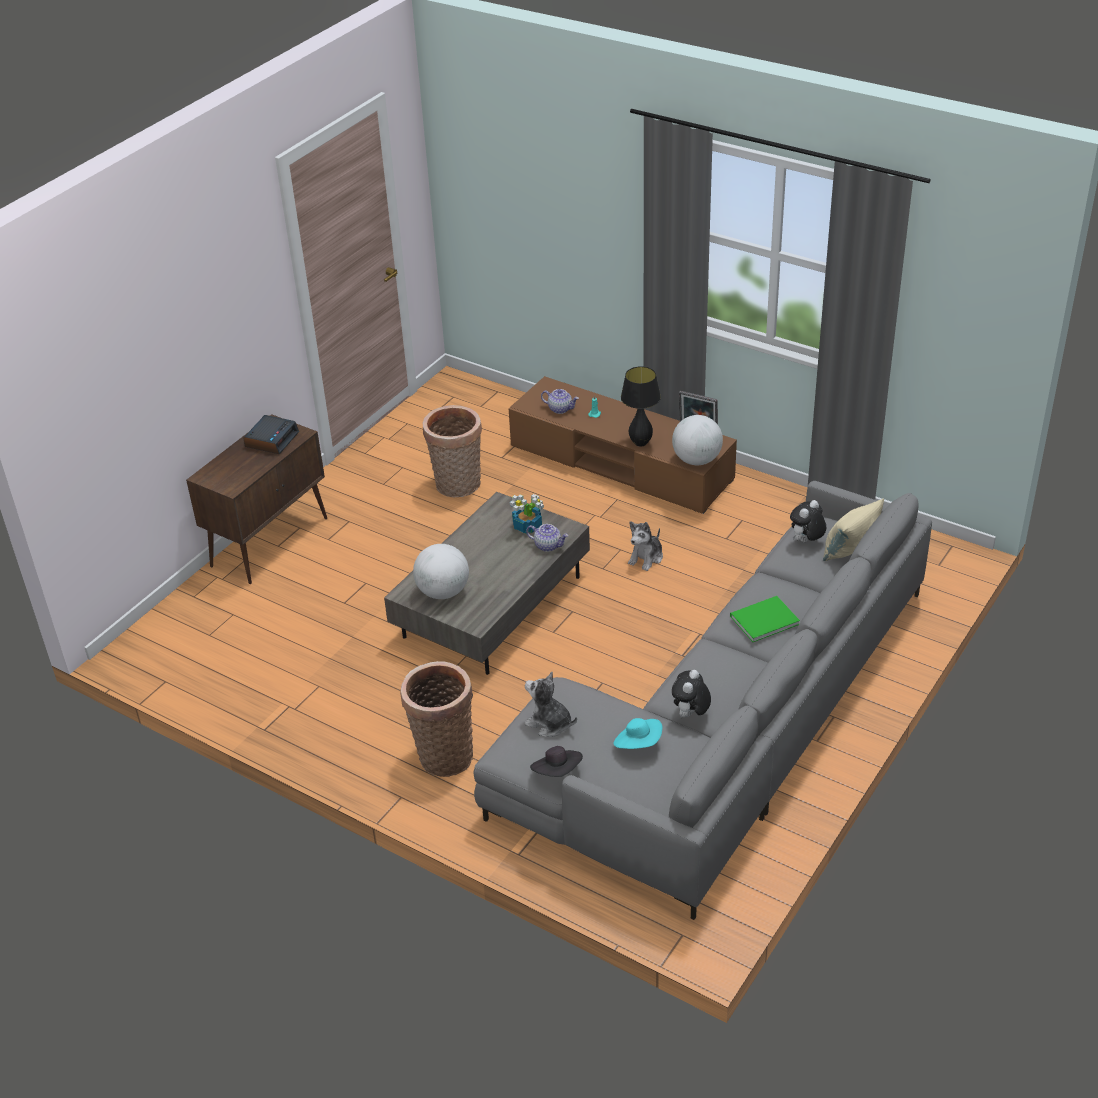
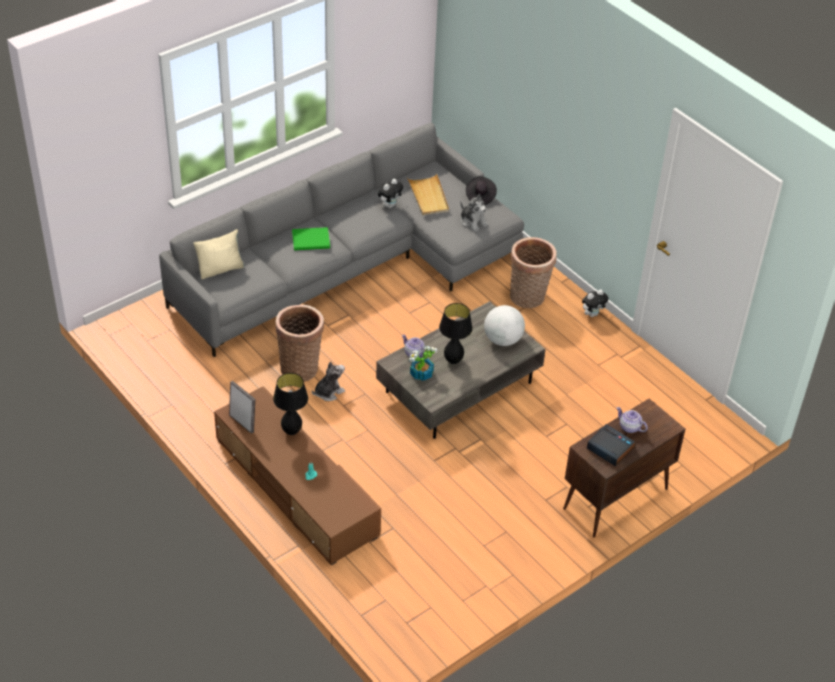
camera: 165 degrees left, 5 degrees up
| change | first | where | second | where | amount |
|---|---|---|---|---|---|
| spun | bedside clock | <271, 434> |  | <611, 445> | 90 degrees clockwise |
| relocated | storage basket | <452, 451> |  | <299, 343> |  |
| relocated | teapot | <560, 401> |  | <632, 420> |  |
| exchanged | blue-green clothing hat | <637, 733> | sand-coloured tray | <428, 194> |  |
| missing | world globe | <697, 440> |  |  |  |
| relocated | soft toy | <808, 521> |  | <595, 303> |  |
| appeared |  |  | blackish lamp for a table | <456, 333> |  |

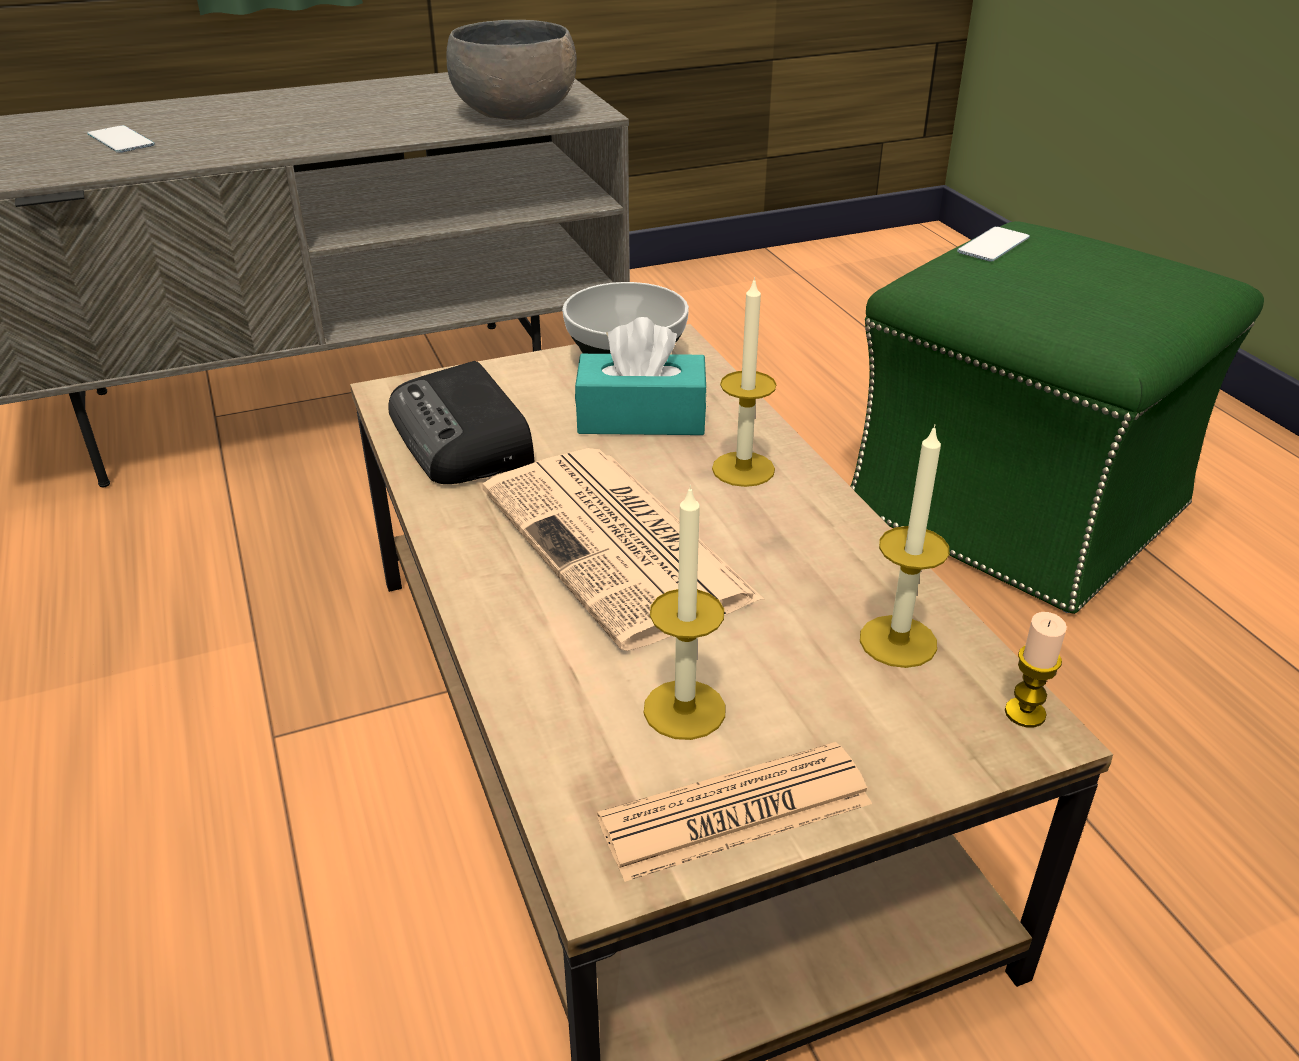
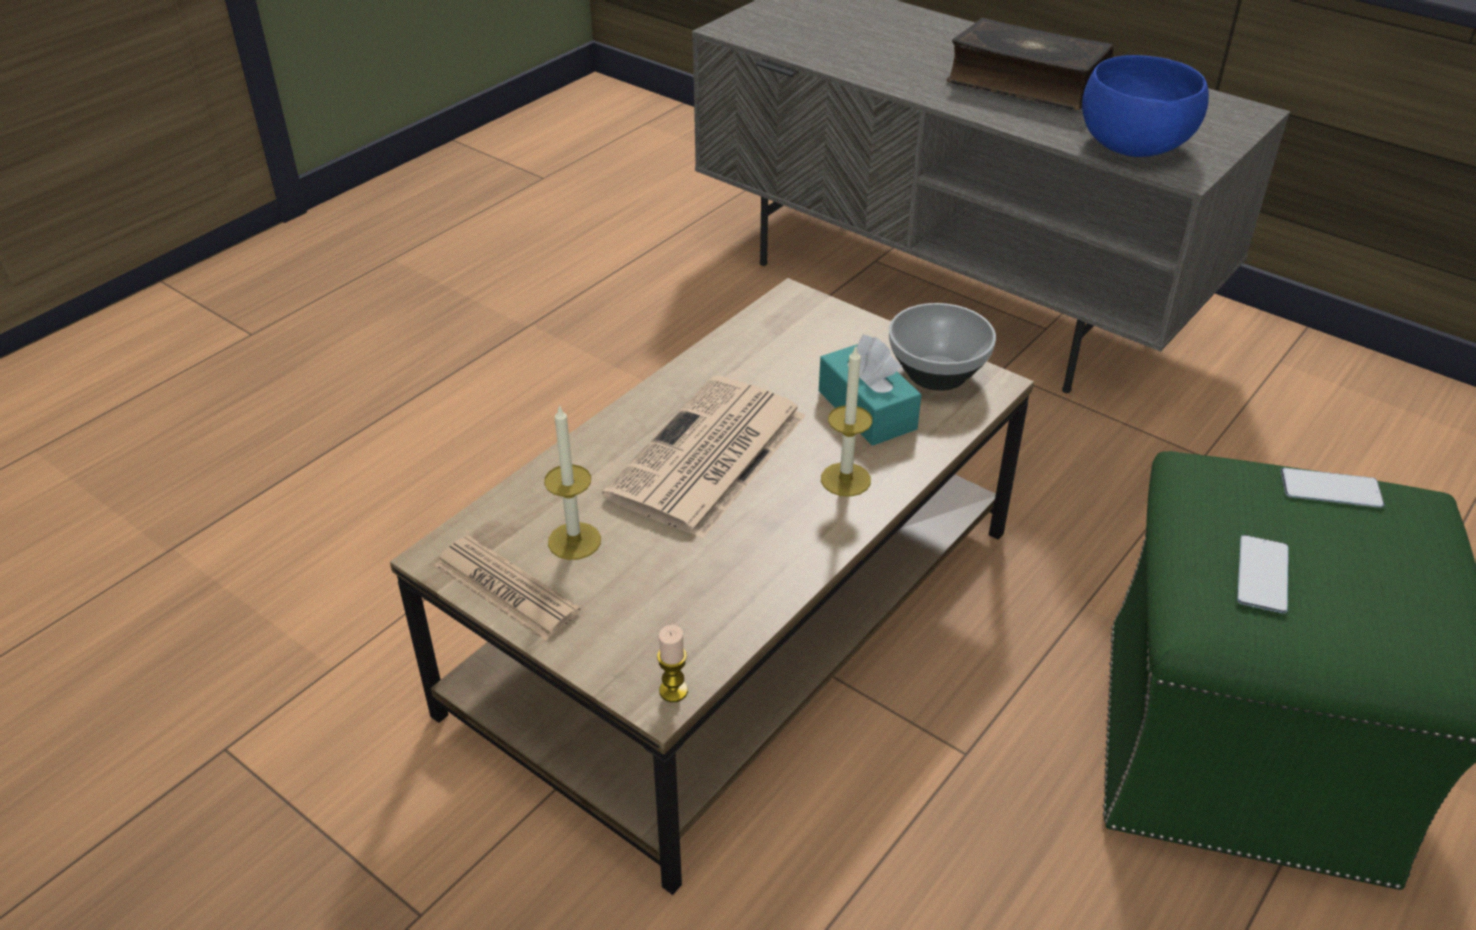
camera: 60 degrees right, 5 degrees up
| change | first | where | second | where | amount |
|---|---|---|---|---|---|
| relocated | handset | <121, 139> |  | <1263, 574> |  |
| missing | radio | <461, 422> |  |  |  |
| colour | gray serving bowl | <512, 70> | bluish serving bowl | <1145, 106> |  |
| missing | candle | <904, 546> |  |  |  |
| appeared |  |  | book | <1030, 64> |  |

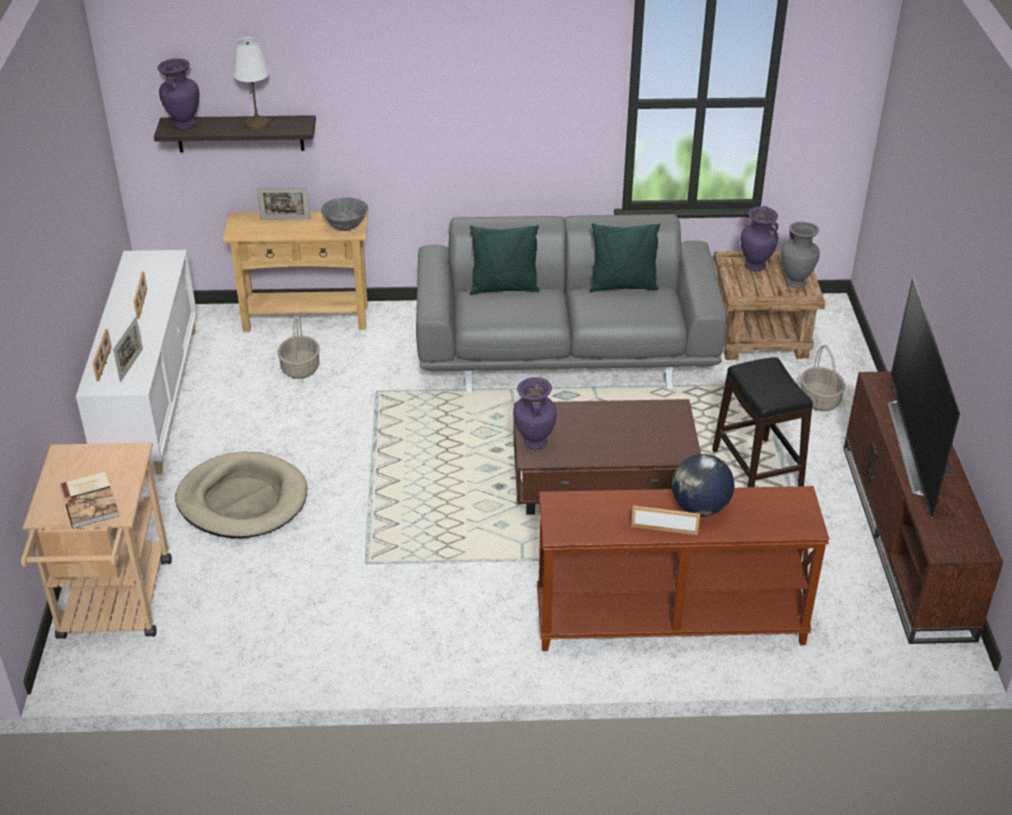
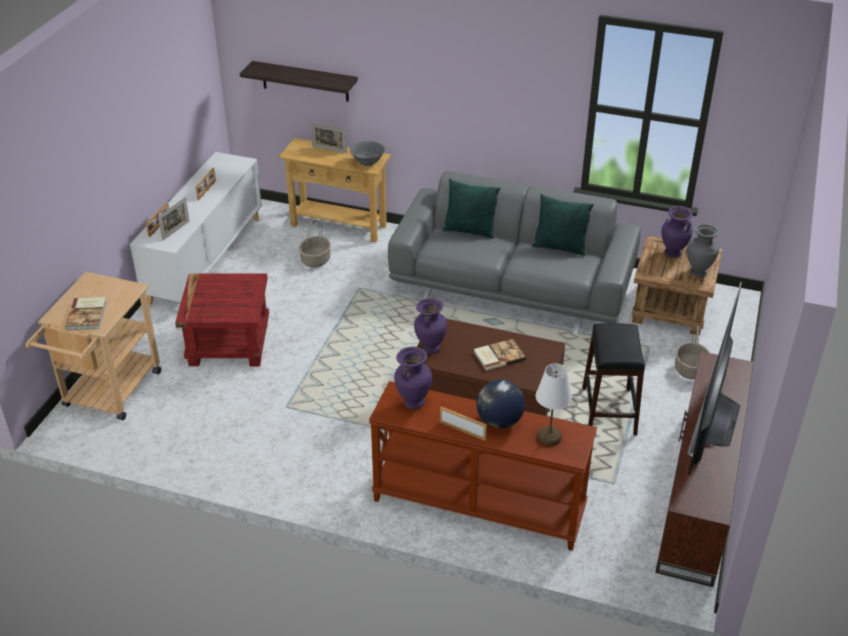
camera: 20 degrees right, 0 degrees up
| change | first | where | second | where | amount |
|---|---|---|---|---|---|
| relocated | purple flower vase | <178, 94> |  | <413, 377> |  |
| exchanged | sand-coloured pet bed | <241, 494> | reddish side table | <222, 319> |  |
| relocated | white lamp for a table | <251, 84> |  | <554, 405> |  |
| appeared |  |  | book | <500, 355> |  |

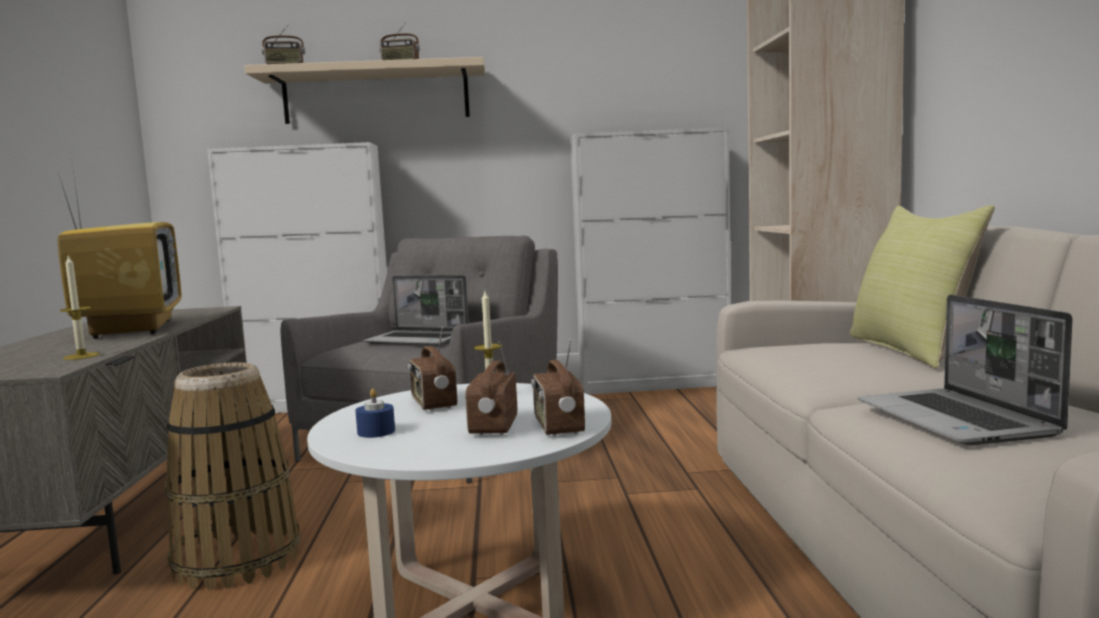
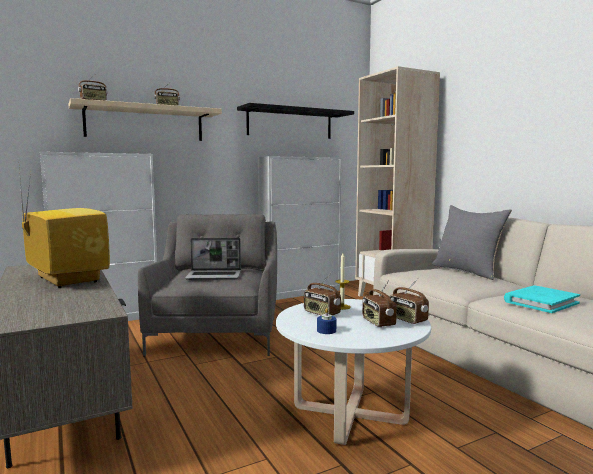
camera: 25 degrees left, 0 degrees up
| change | first | where | second | where | amount |
|---|---|---|---|---|---|
| missing | candle | <80, 307> |  |  |  |
| missing | storage basket | <232, 476> |  |  |  |
| colour | yellow cushion | <922, 287> | gray cushion | <472, 242> |  |
| exchanged | laptop | <965, 370> | blue-green book | <542, 299> |  |
| appeared |  |  | blackish wall shelf | <295, 121> |  |

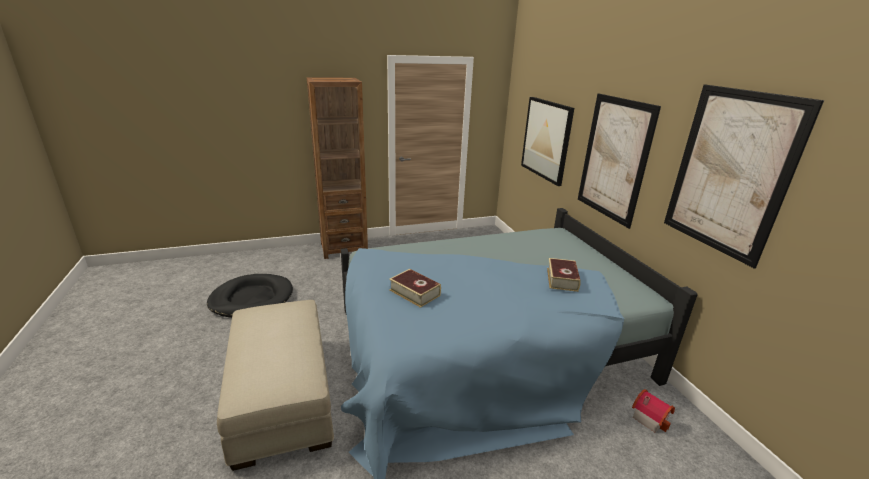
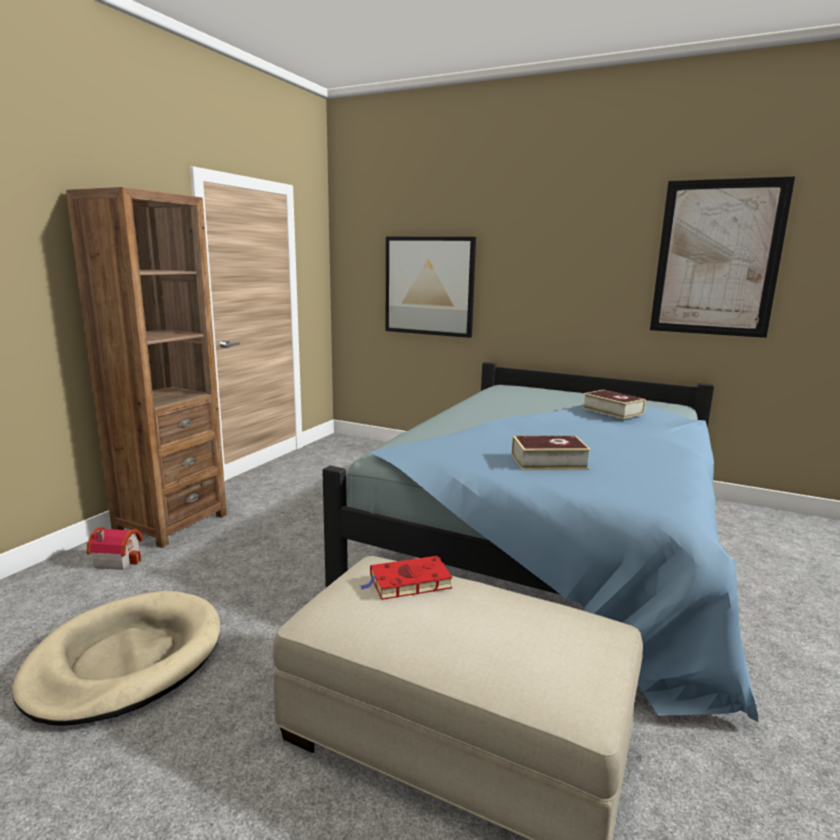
camera: 45 degrees left, 10 degrees down
| change | first | where | second | where | amount |
|---|---|---|---|---|---|
| colour | blackish pet bed | <250, 296> | sand-coloured pet bed | <116, 658> |  |
| missing | wall art | <619, 161> |  |  |  |
| relocated | model house | <653, 411> |  | <115, 548> |  |
| appeared |  |  | reddish book | <406, 578> |  |

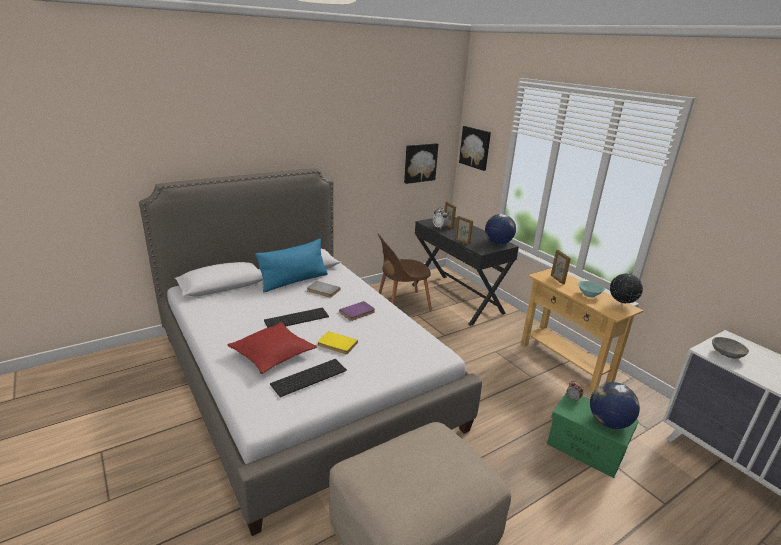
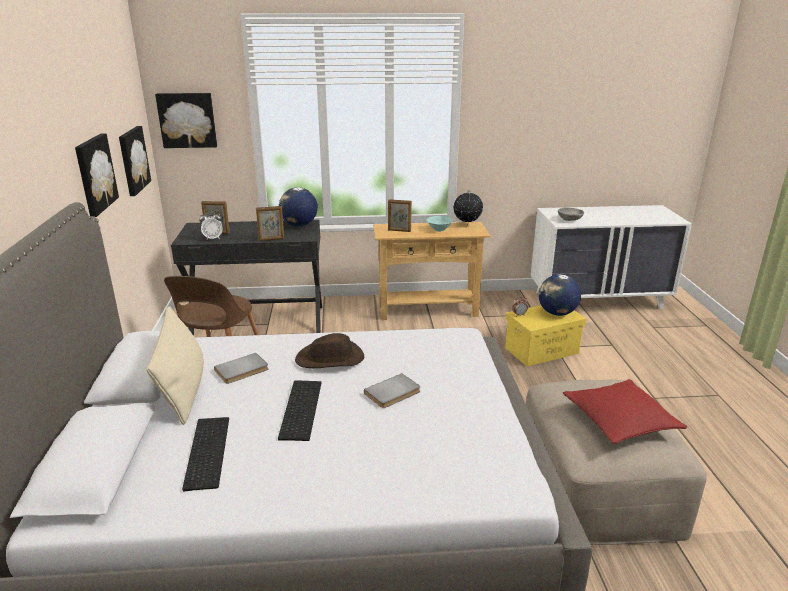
camera: 60 degrees left, 0 degrees up
| change | first | where | second | where | amount |
|---|---|---|---|---|---|
| relocated | reddish cushion | <272, 348> |  | <625, 411> |  |
| colour | bluish cushion | <291, 265> | sand-coloured cushion | <175, 365> |  |
| relocated | keyboard | <308, 378> |  | <205, 454> |  |
| colour | yellow book | <337, 342> | gray book | <392, 390> |  |
| exchanged | purple book | <357, 311> | brown clothing hat | <329, 350> |  |
| colour | greenish storage box | <593, 435> | yellow storage box | <546, 336> |  |
| appeared |  |  | wall art | <97, 175> |  |

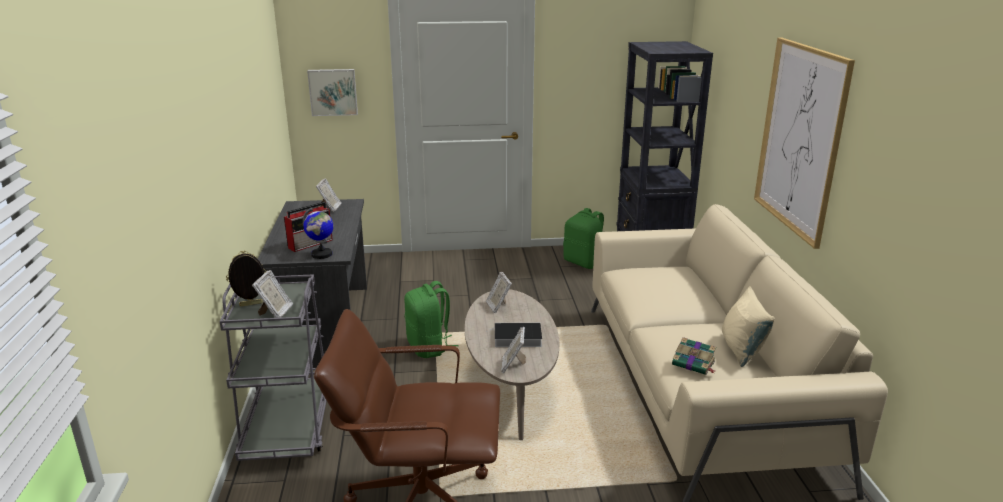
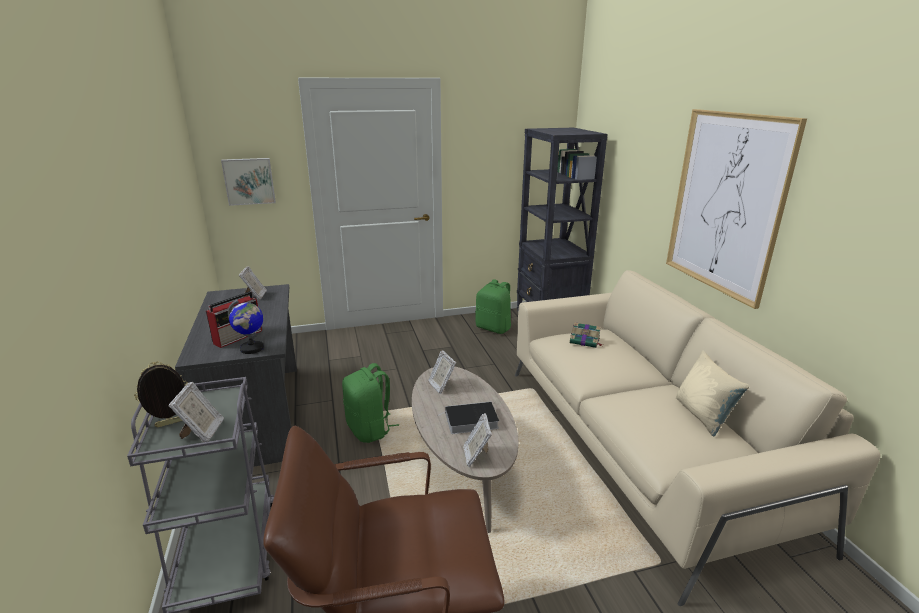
camera: 10 degrees left, 0 degrees up
| change | first | where | second | where | amount |
|---|---|---|---|---|---|
| relocated | book | <694, 356> |  | <586, 335> |  |

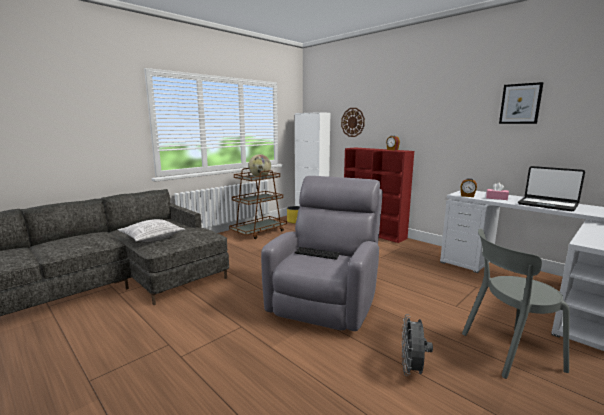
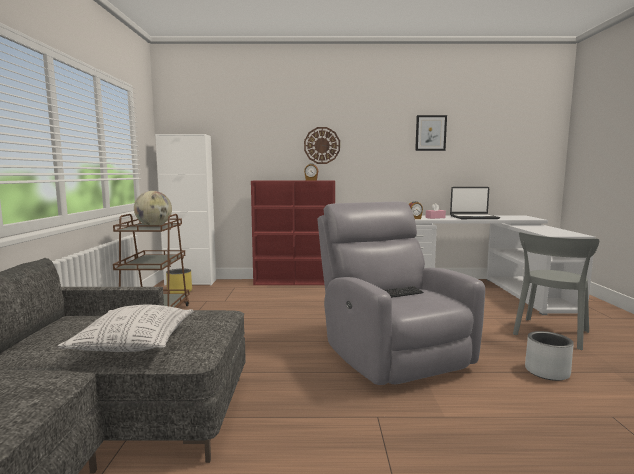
camera: 45 degrees left, 5 degrees down
| change | first | where | second | where | amount |
|---|---|---|---|---|---|
| relocated | hanging clock | <353, 122> |  | <322, 145> |  |
| exchanged | gray electric fan | <417, 345> | gray flower pot | <549, 356> |  |

